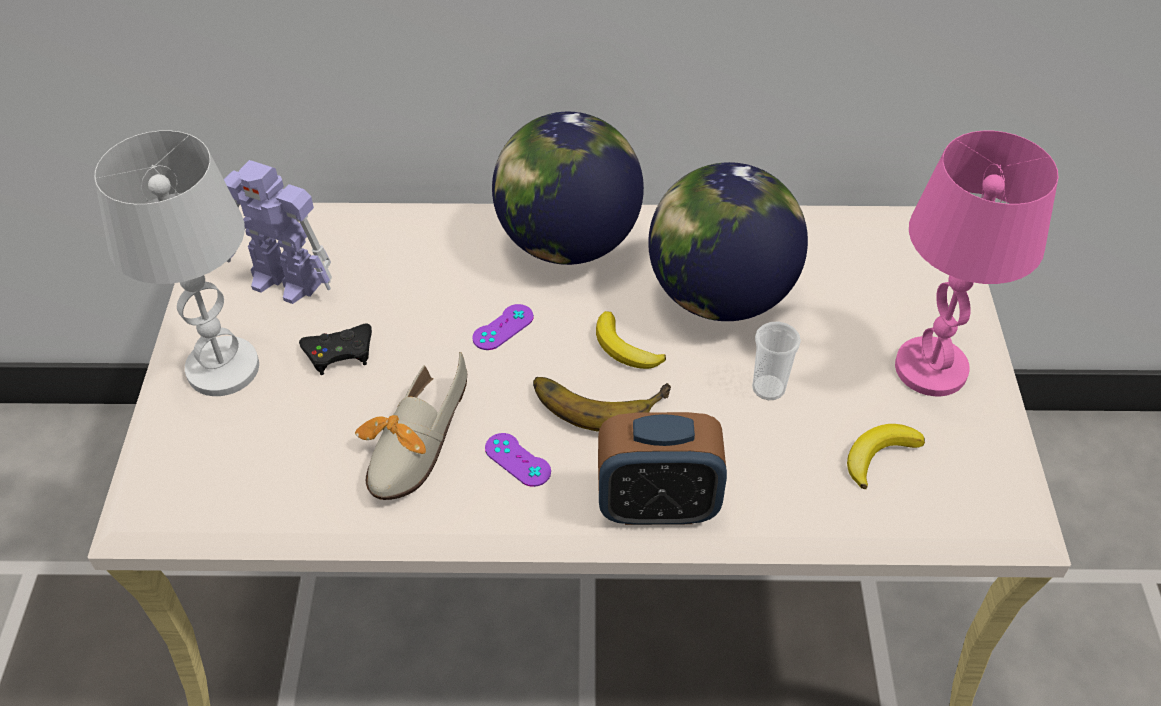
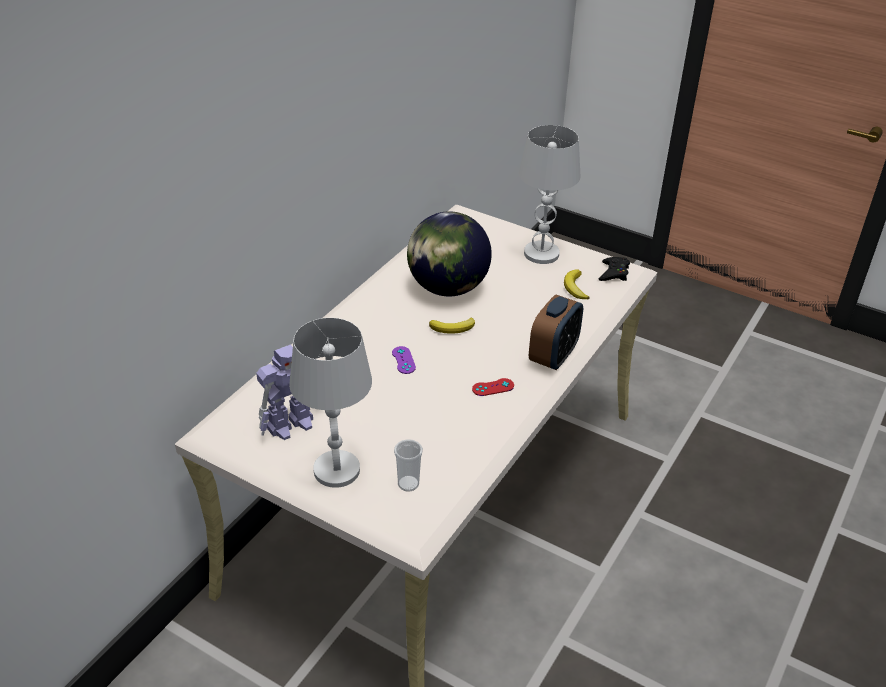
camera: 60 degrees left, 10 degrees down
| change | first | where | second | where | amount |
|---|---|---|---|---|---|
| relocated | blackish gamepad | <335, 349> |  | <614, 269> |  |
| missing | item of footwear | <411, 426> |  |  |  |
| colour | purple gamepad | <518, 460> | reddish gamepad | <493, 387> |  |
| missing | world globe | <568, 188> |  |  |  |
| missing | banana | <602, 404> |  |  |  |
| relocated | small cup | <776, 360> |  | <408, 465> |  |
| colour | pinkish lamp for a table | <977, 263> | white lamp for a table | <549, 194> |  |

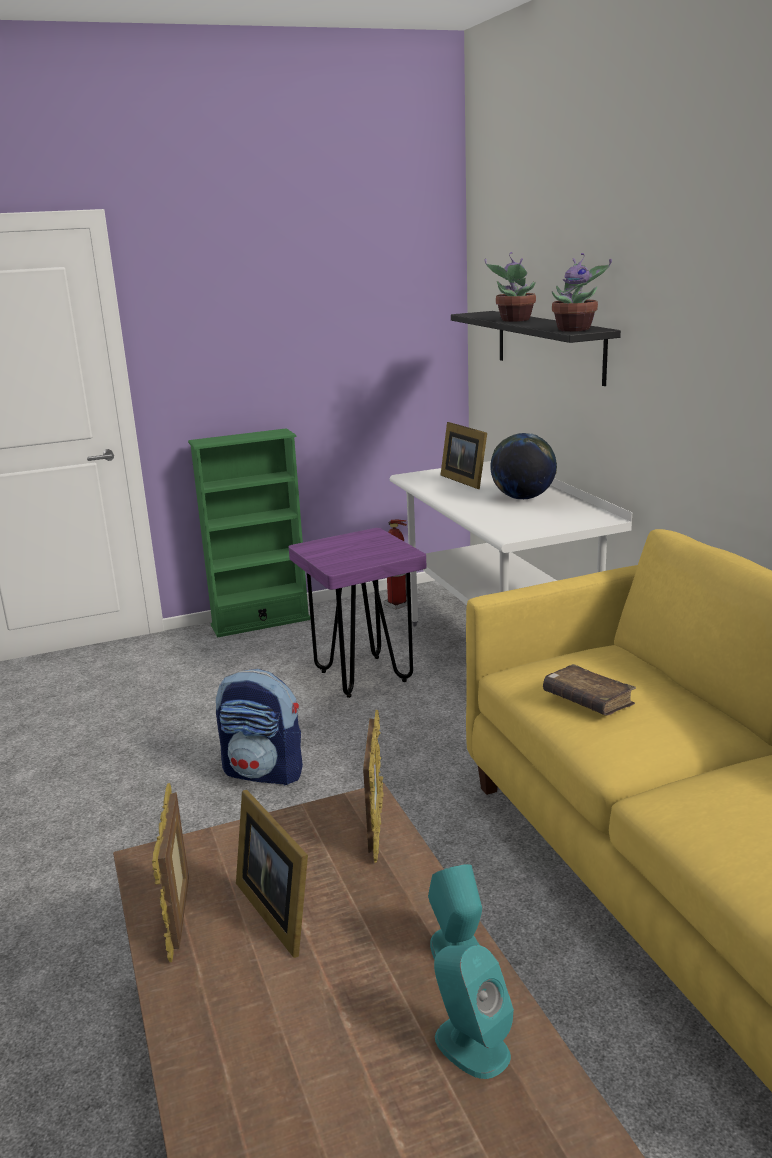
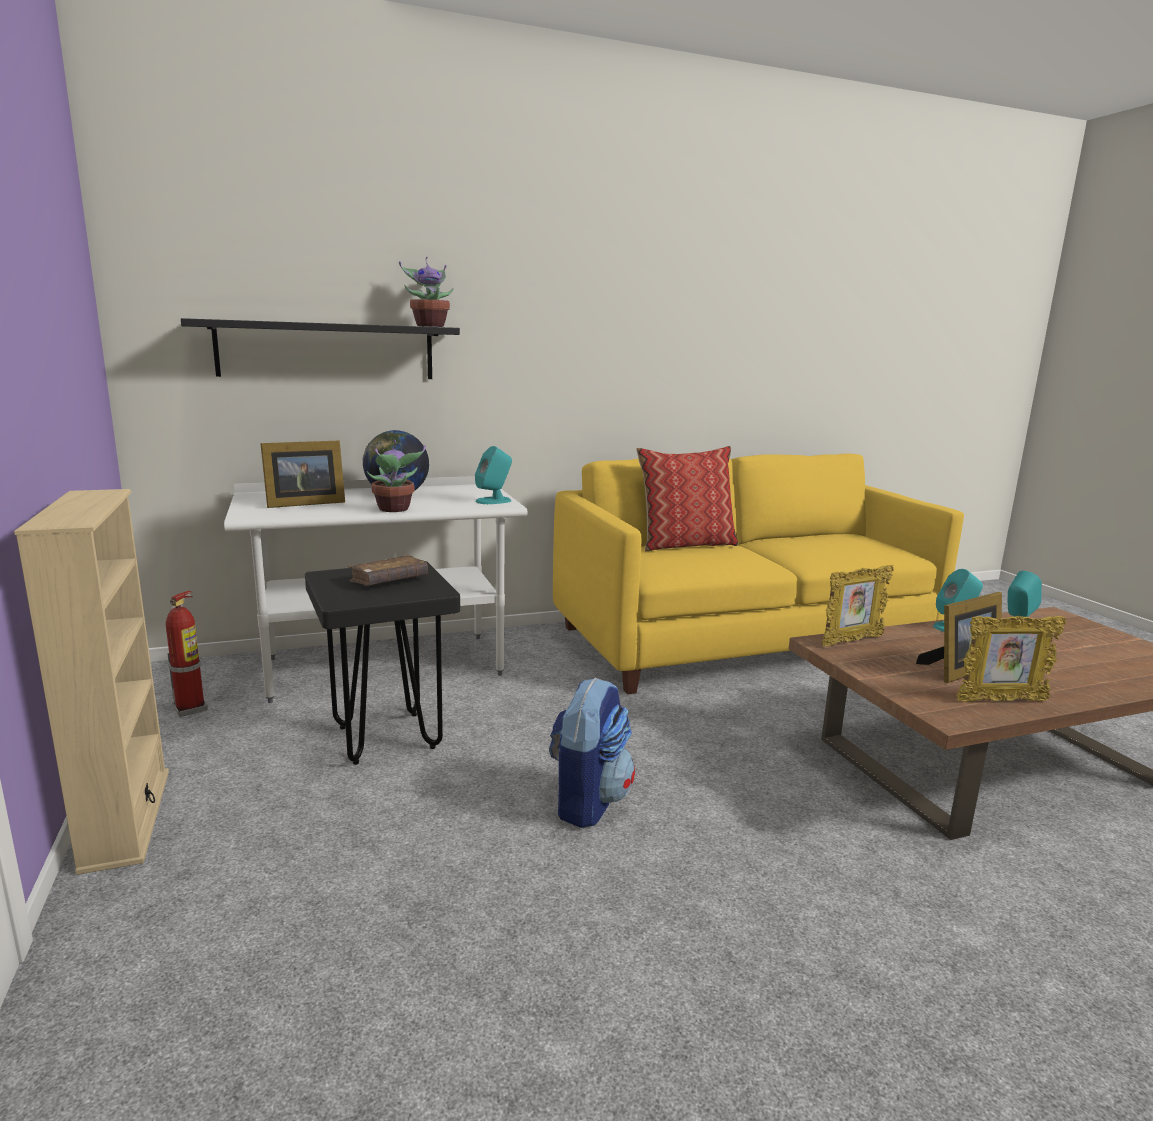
camera: 90 degrees left, 5 degrees down
| change | first | where | second | where | amount |
|---|---|---|---|---|---|
| colour | greenish bookshelf | <249, 532> | sand-coloured bookshelf | <91, 682> |  |
| colour | purple sitting stool | <358, 613> | blackish sitting stool | <382, 663> |  |
| spun | picture frame | <373, 786> |  | <858, 605> | 150 degrees clockwise |
| relocated | houseplant | <510, 287> |  | <396, 476> |  |
| relocated | brown book | <589, 690> |  | <388, 570> |  |
| appeared |  |  | blue-green speaker | <493, 475> |  |
| appeared |  |  | cushion | <687, 498> |  |

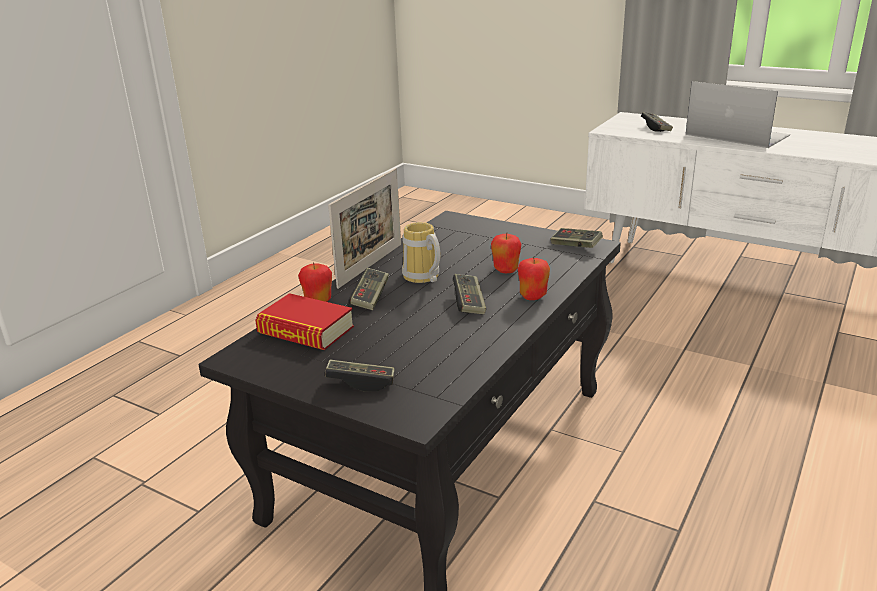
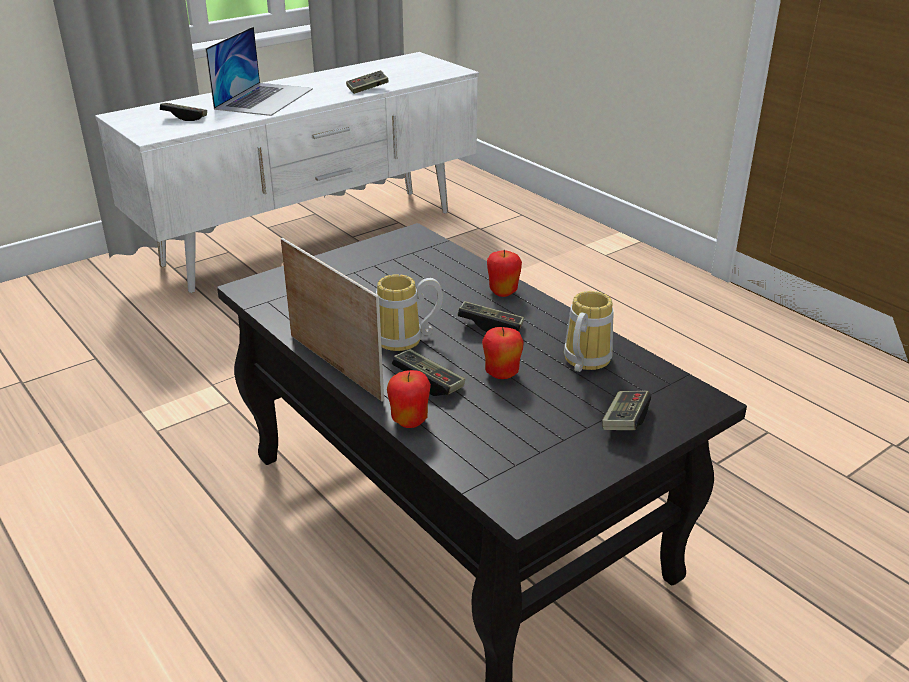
camera: 70 degrees left, 5 degrees up
| change | first | where | second | where | amount |
|---|---|---|---|---|---|
| missing | book | <304, 321> |  |  |  |
| relocated | whole apple | <506, 252> |  | <503, 353> |  |
| relocated | gamepad | <576, 238> |  | <367, 82> |  |
| spun | laptop | <738, 114> |  | <259, 71> | 135 degrees clockwise |
| appeared |  |  | mug | <589, 331> |  |

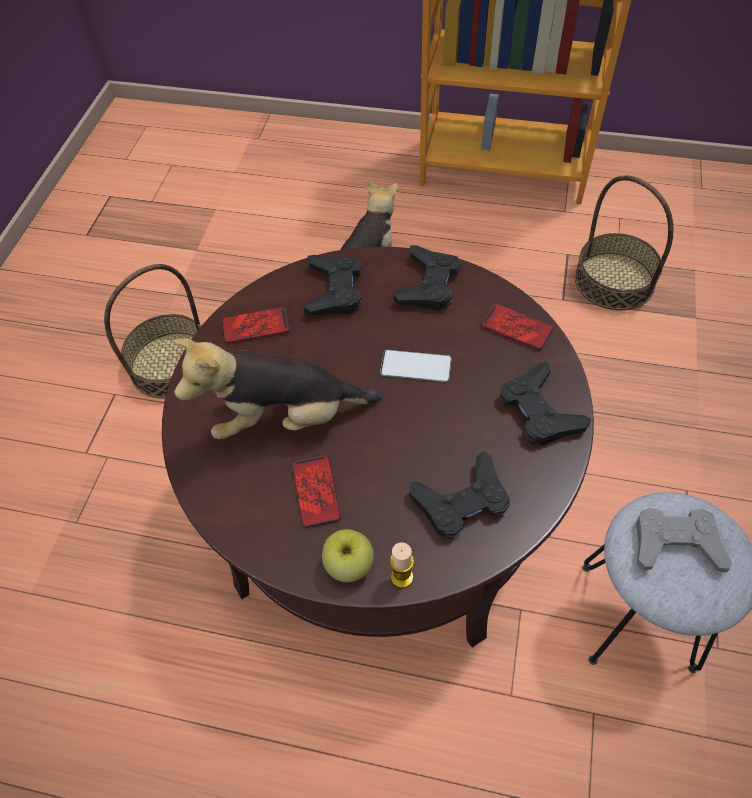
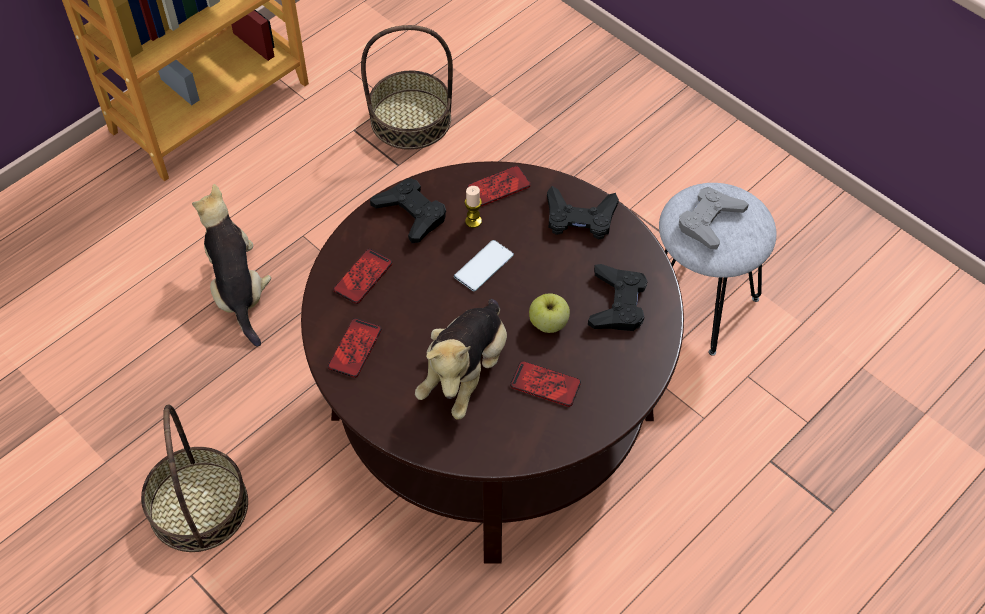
camera: 60 degrees left, 0 degrees up
| change | first | where | second | where | amount |
|---|---|---|---|---|---|
| exchanged | blackish gamepad | <333, 285> | handset | <362, 276> |  |
| relocated | whole apple | <348, 556> |  | <549, 313> |  |
| relocated | candle | <402, 565> |  | <473, 207> |  |

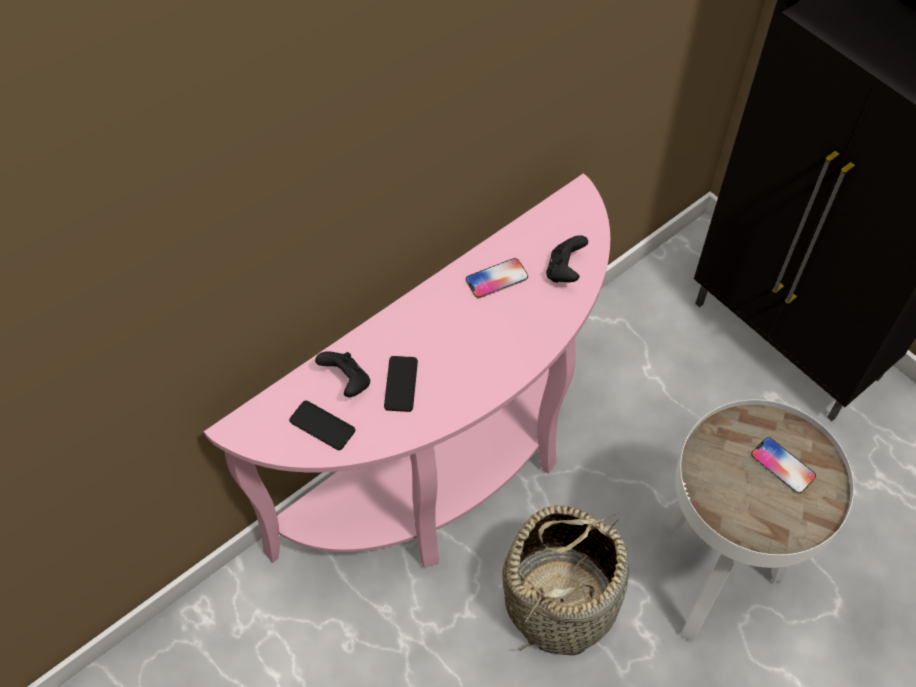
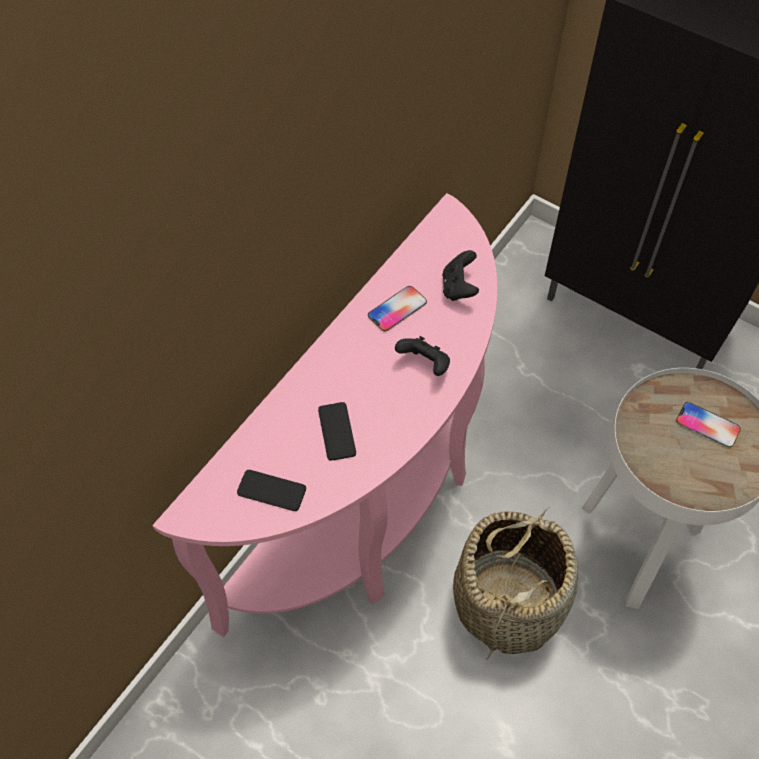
camera: 15 degrees left, 0 degrees up
| change | first | where | second | where | amount |
|---|---|---|---|---|---|
| relocated | blackish gamepad | <342, 374> |  | <422, 356> |  |

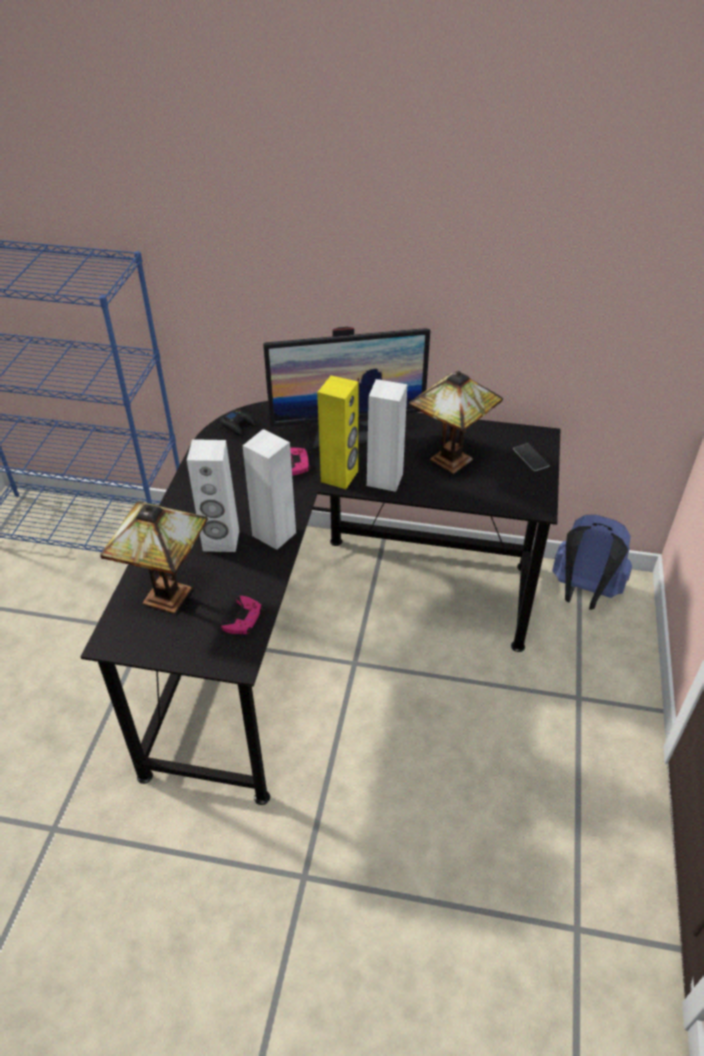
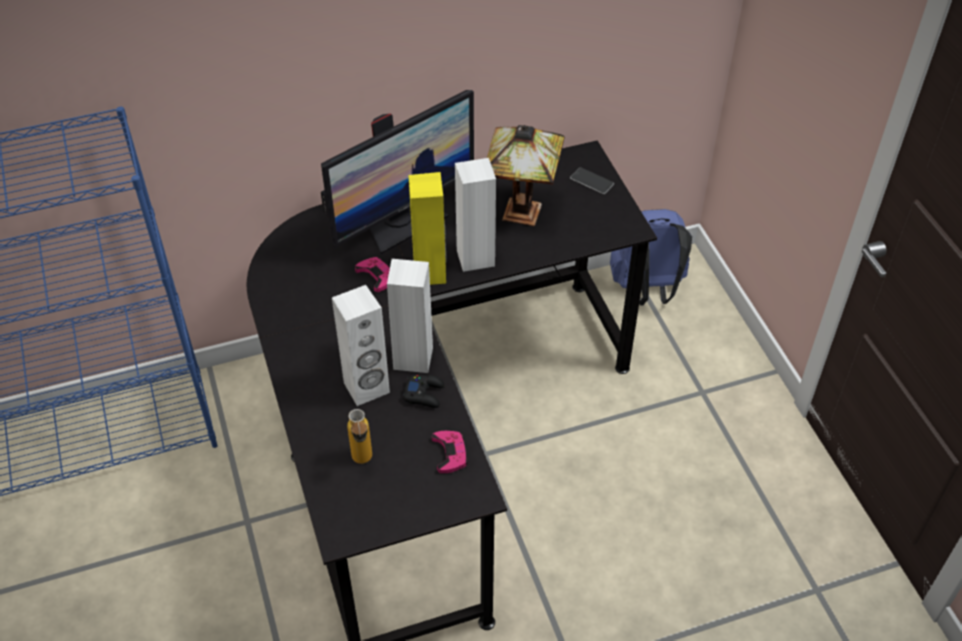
camera: 30 degrees left, 5 degrees up
| change | first | where | second | where | amount |
|---|---|---|---|---|---|
| exchanged | lamp for a table | <154, 557> | bottle | <359, 436> |  |
| relocated | blackish gamepad | <238, 423> |  | <423, 391> |  |

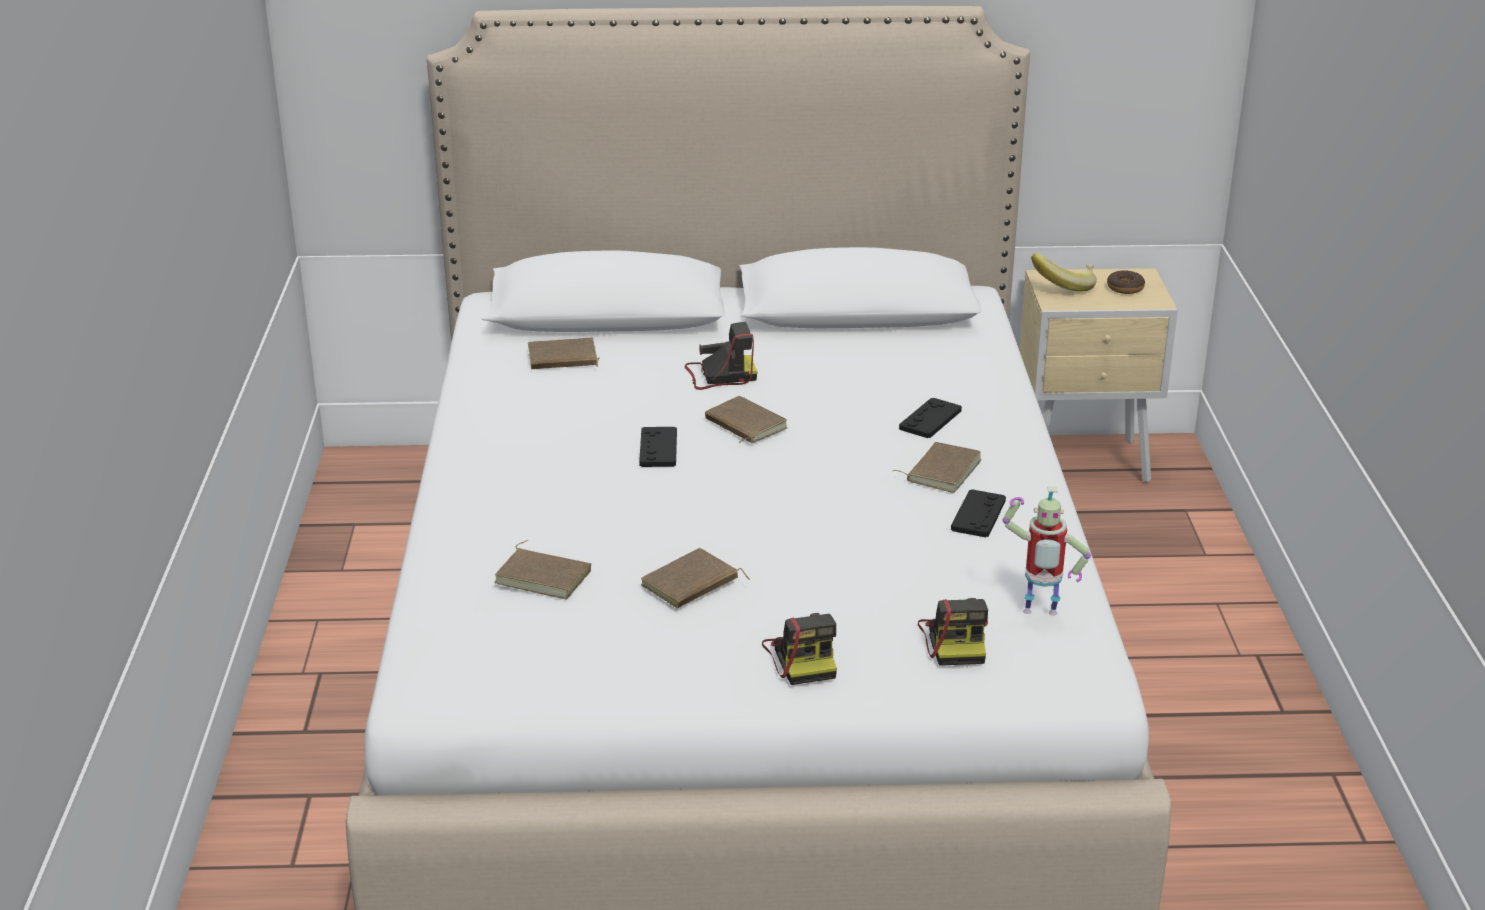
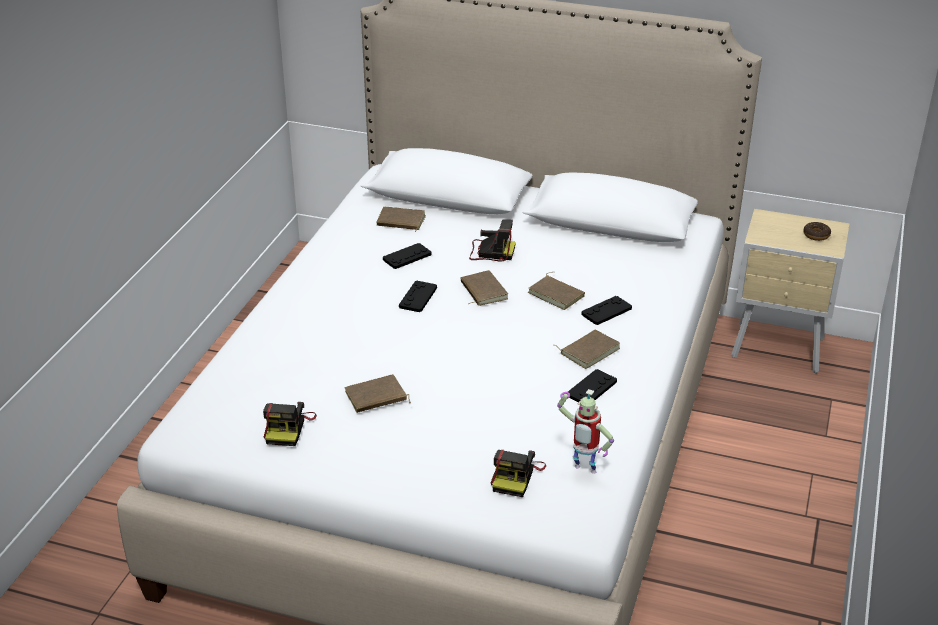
camera: 20 degrees right, 5 degrees up
| change | first | where | second | where | amount |
|---|---|---|---|---|---|
| relocated | brown book | <542, 569> |  | <556, 291> |  |
| relocated | still camera | <799, 649> |  | <290, 424> |  |
| missing | banana | <1064, 272> |  |  |  |
| appeared |  |  | blackish gamepad | <407, 256> |  |

